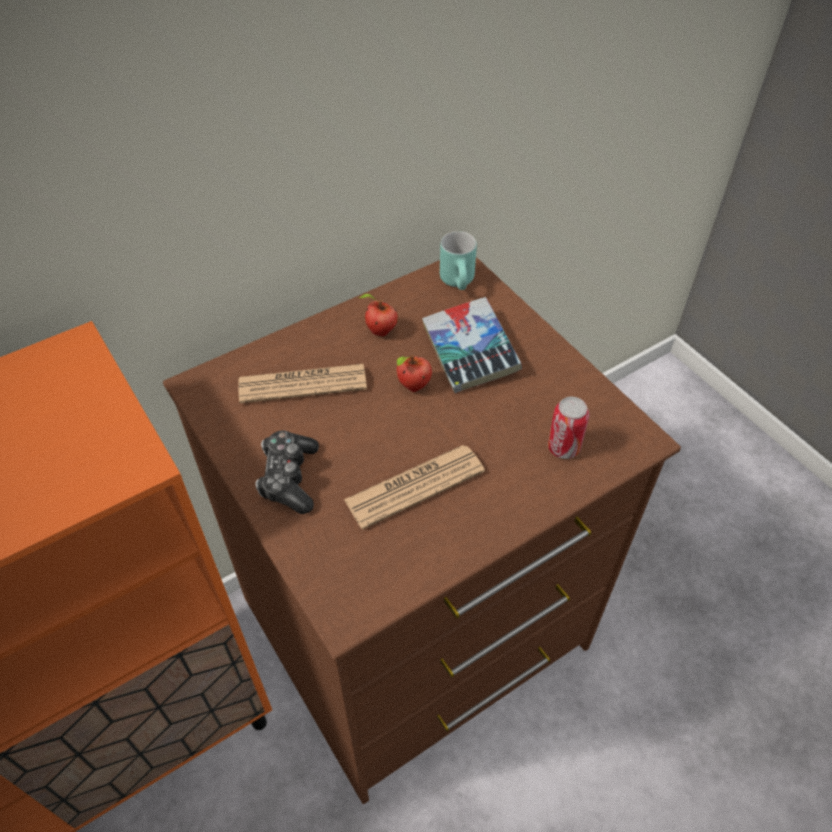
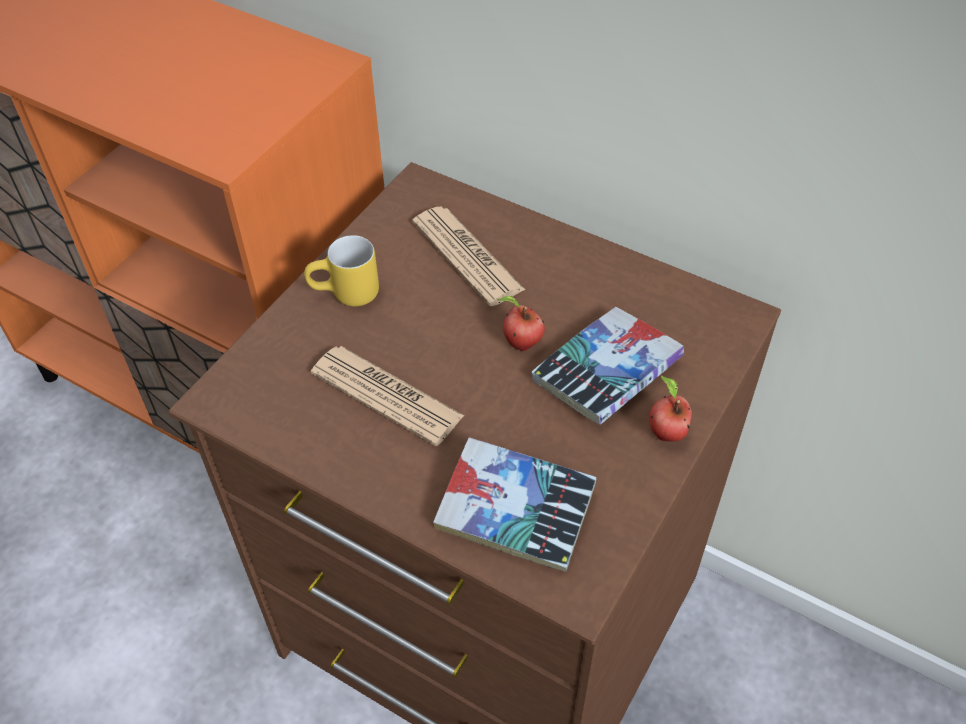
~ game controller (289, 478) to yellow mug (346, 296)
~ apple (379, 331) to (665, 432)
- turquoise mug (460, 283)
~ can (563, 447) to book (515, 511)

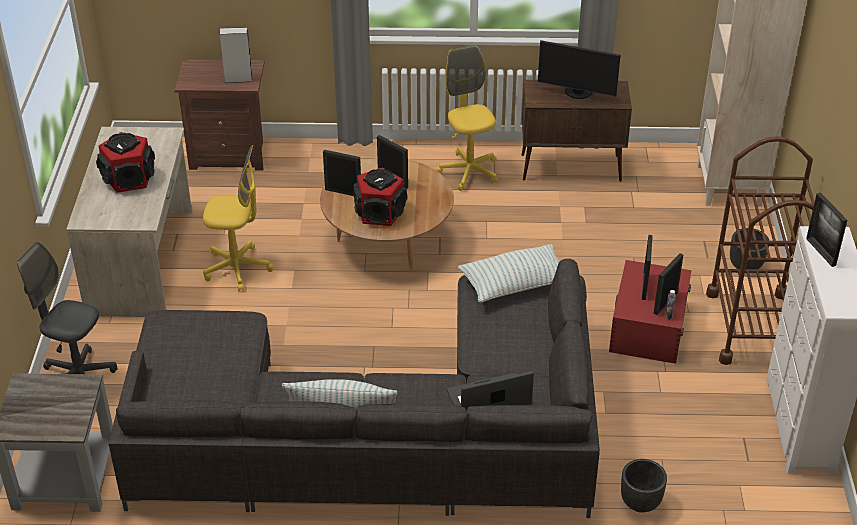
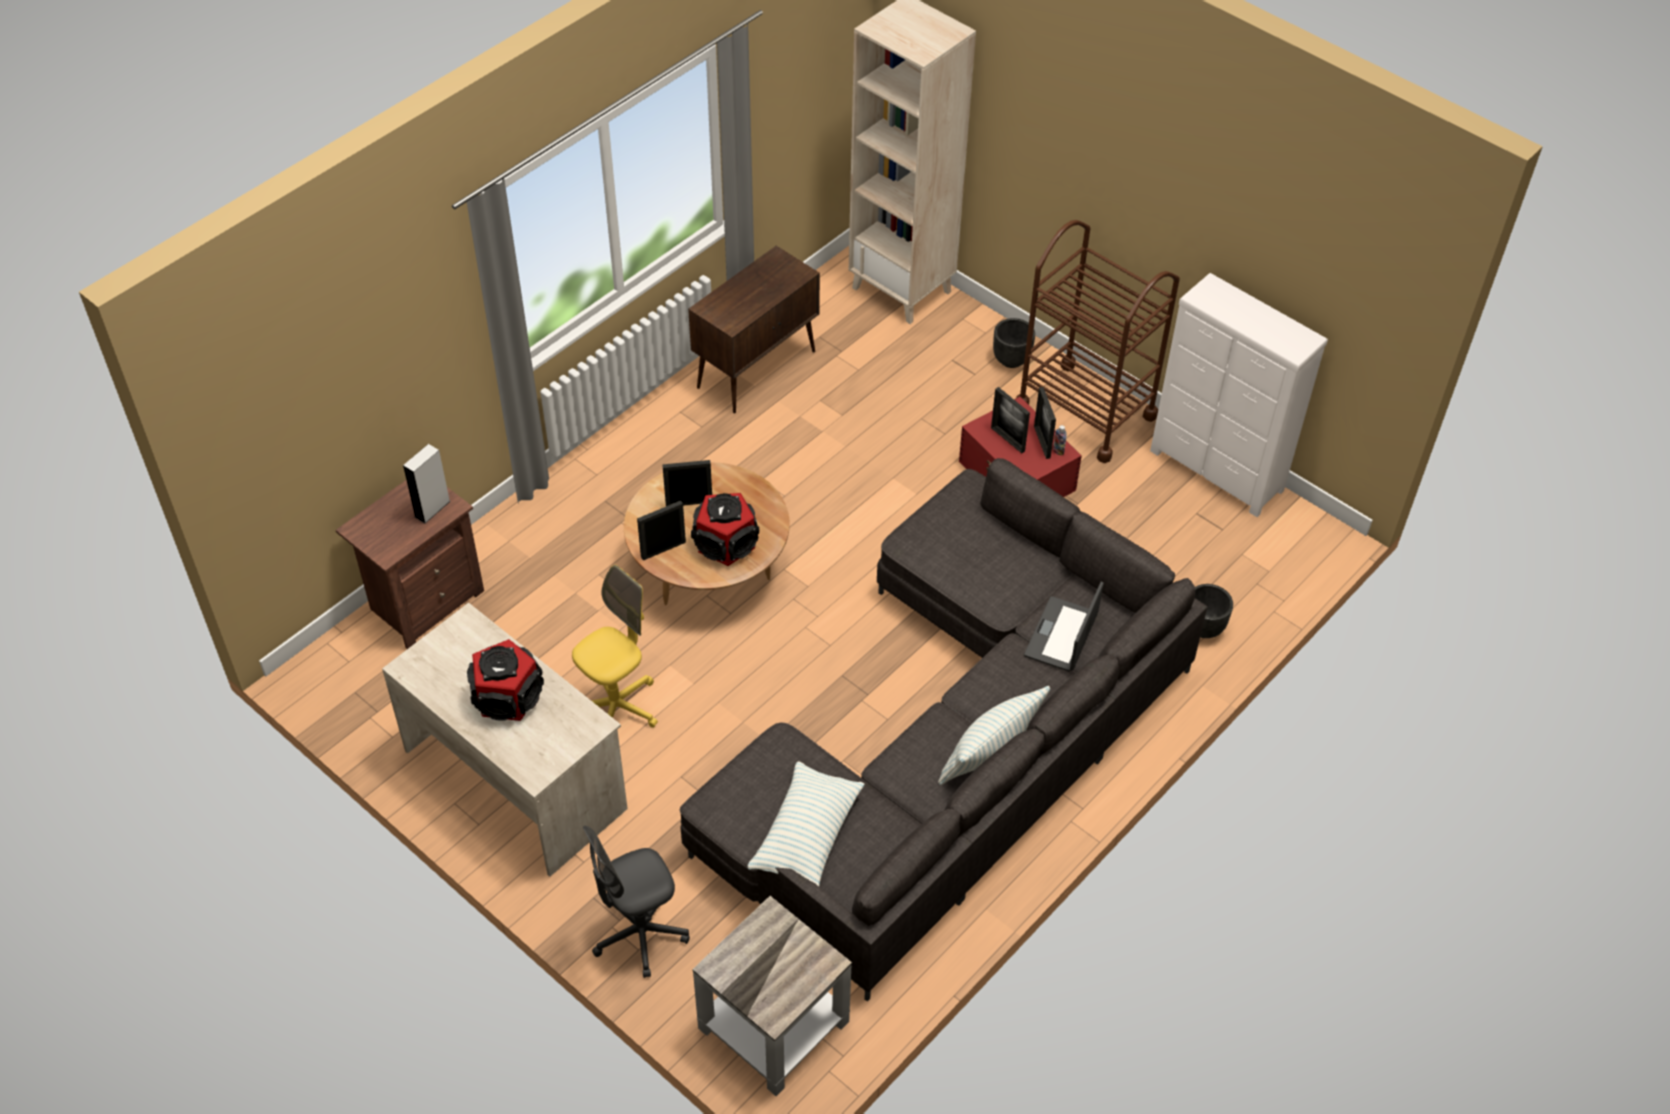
- yellow office chair (469, 172)
~ pillow (515, 284) to (806, 835)
- monitor (577, 93)
- picture frame (820, 252)

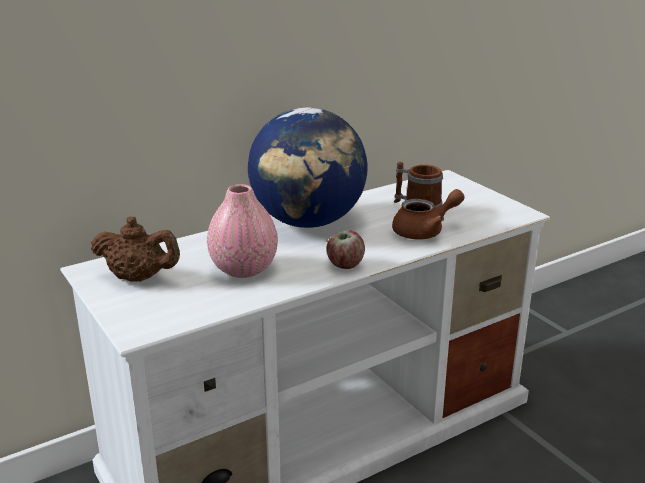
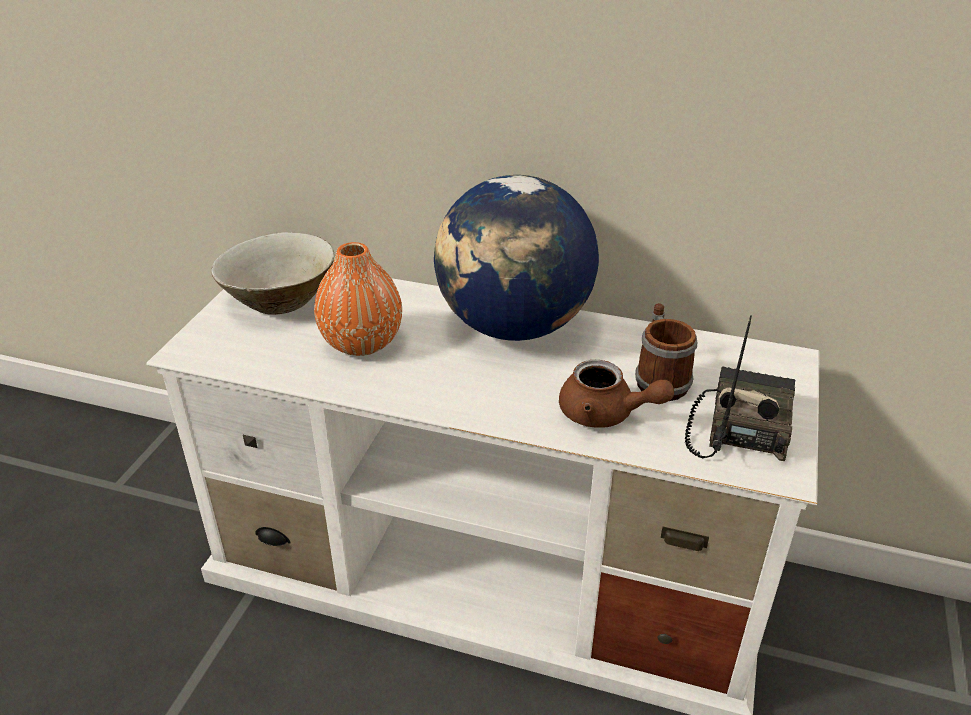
~ brown teapot (139, 278) to beige bowl (279, 300)
~ pink vase (244, 269) to orange vase (362, 342)
- apple (345, 265)
+ radio (739, 426)

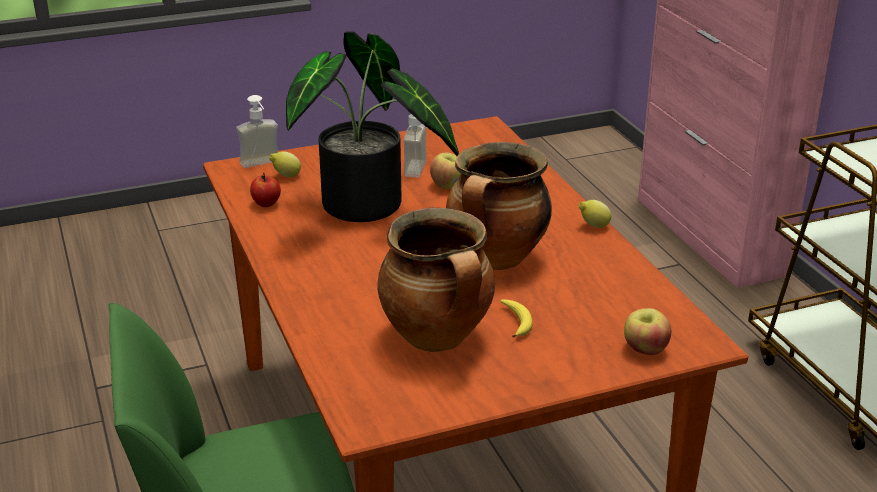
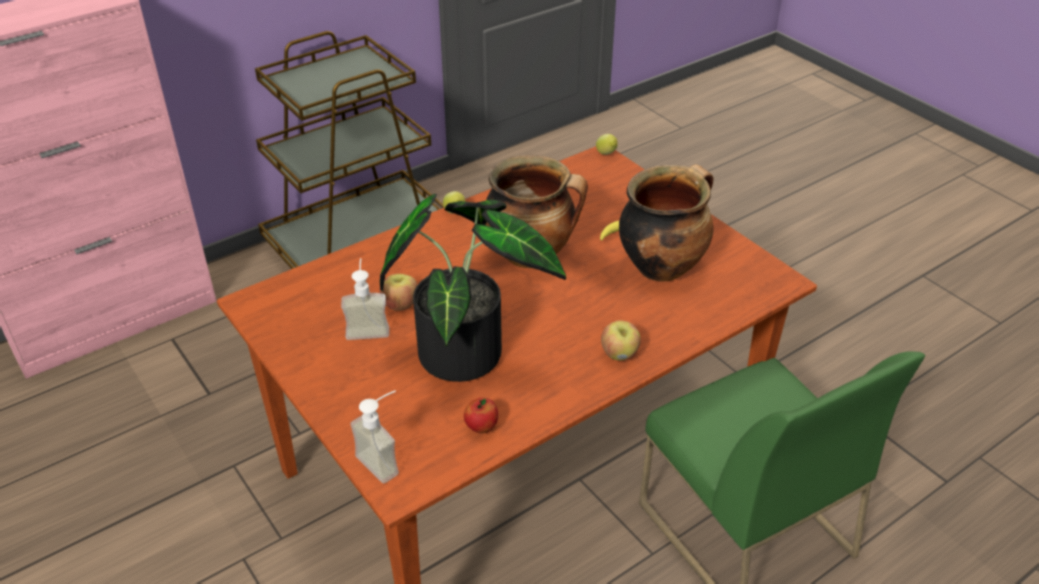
~ lemon (286, 176) to (606, 154)
~ apple (645, 349) to (619, 354)

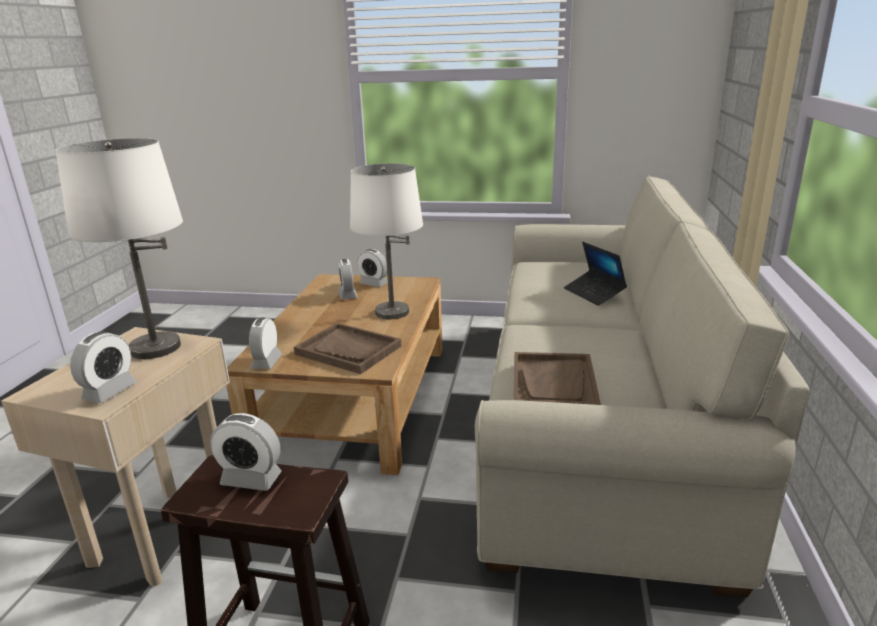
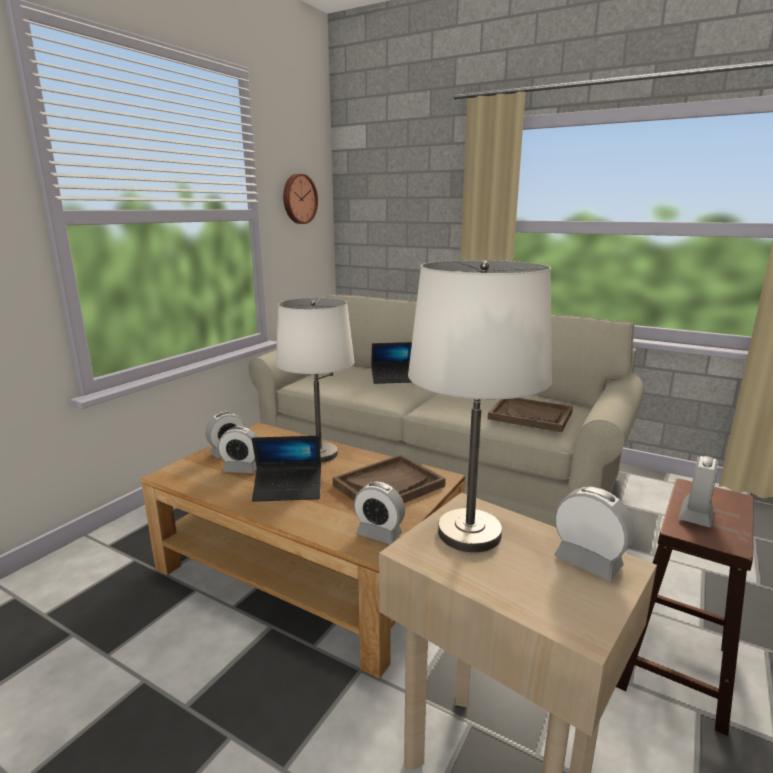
+ laptop (288, 489)
+ wall clock (298, 199)

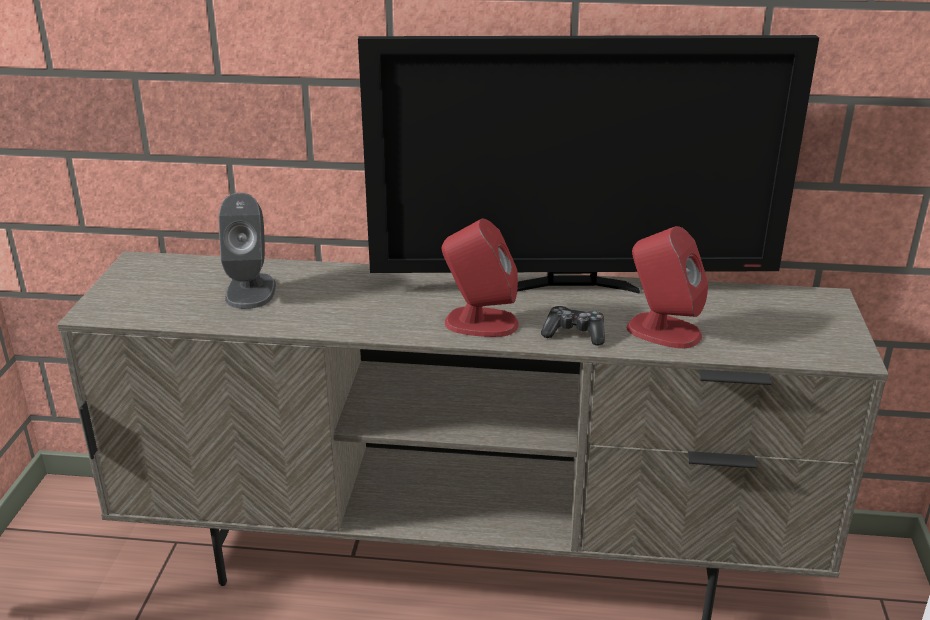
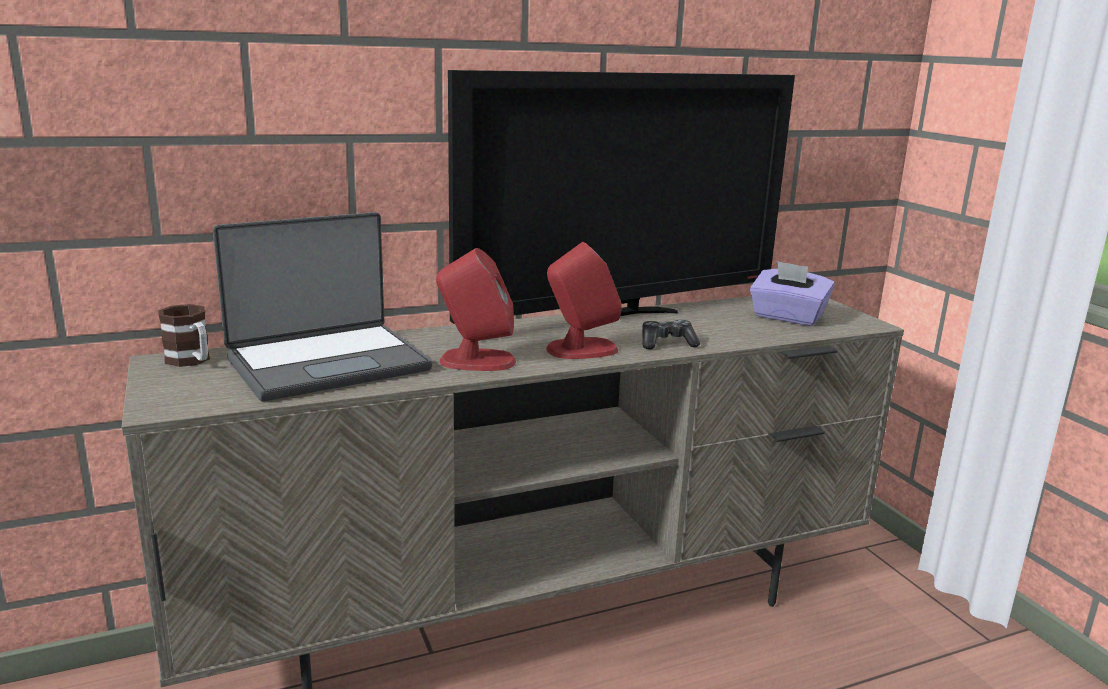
~ grey speaker (250, 291) to laptop (327, 363)
~ red speaker (662, 331) to (476, 361)
+ mug (192, 361)
+ purple tissue box (787, 317)

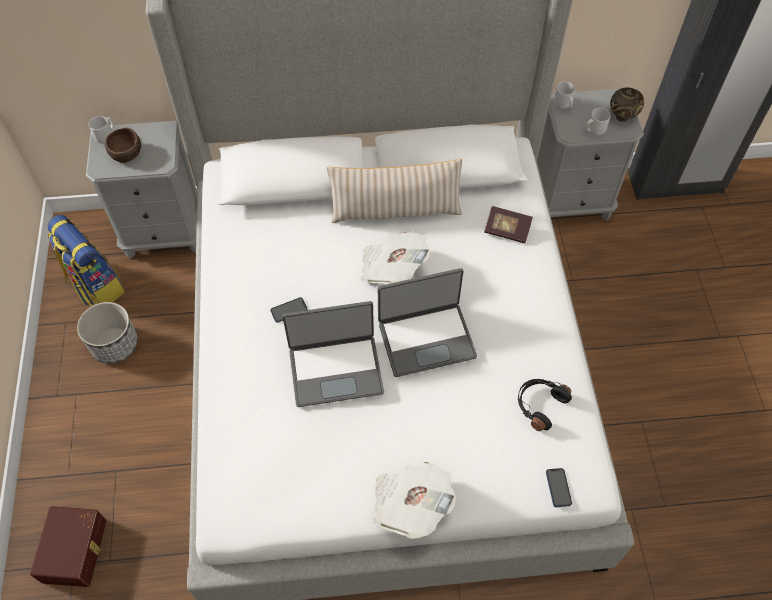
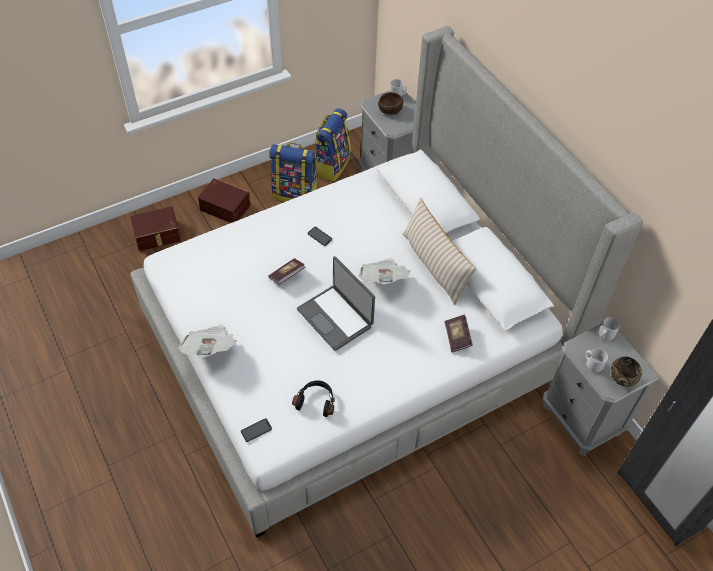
~ planter (115, 344) to backpack (295, 193)
~ laptop (335, 369) to book (287, 276)
+ brown storage box (225, 206)

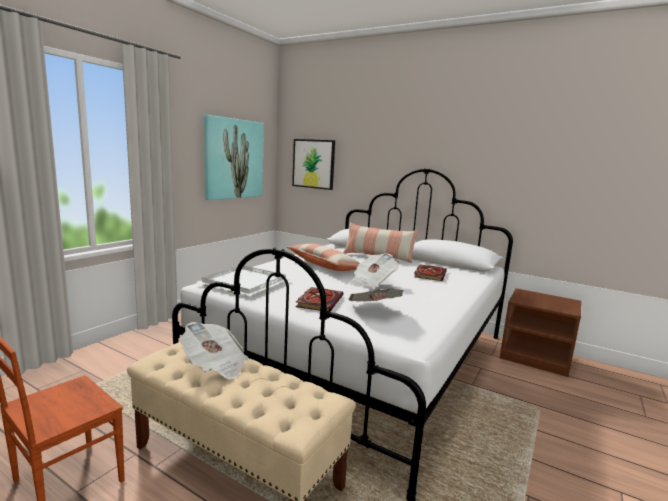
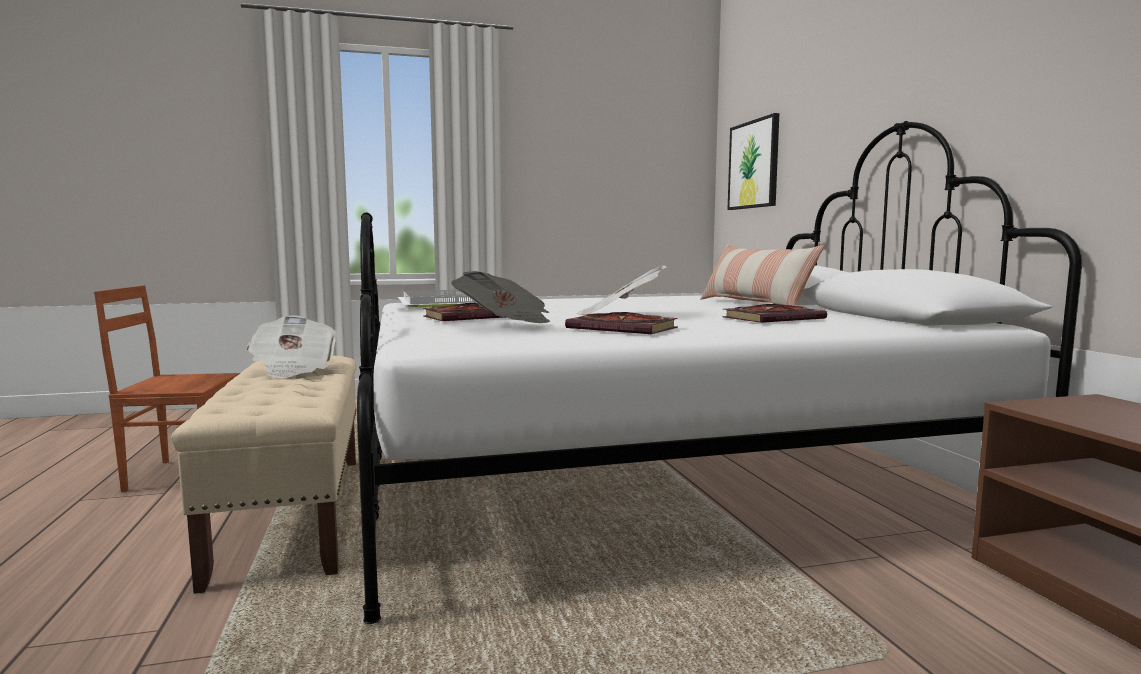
- picture (233, 159)
- pillow (324, 266)
+ book (625, 329)

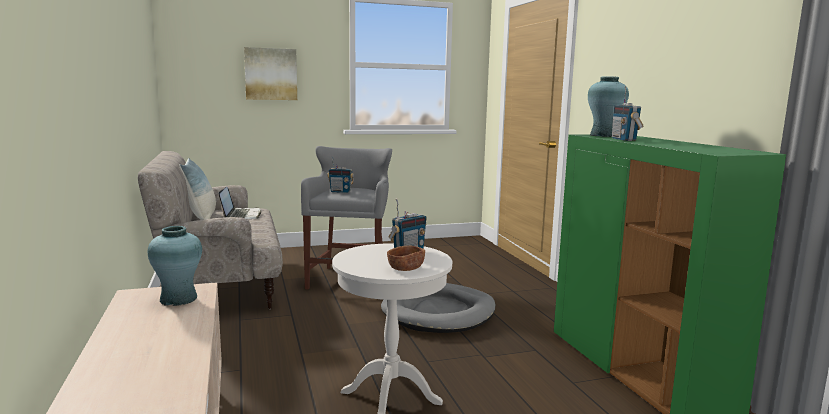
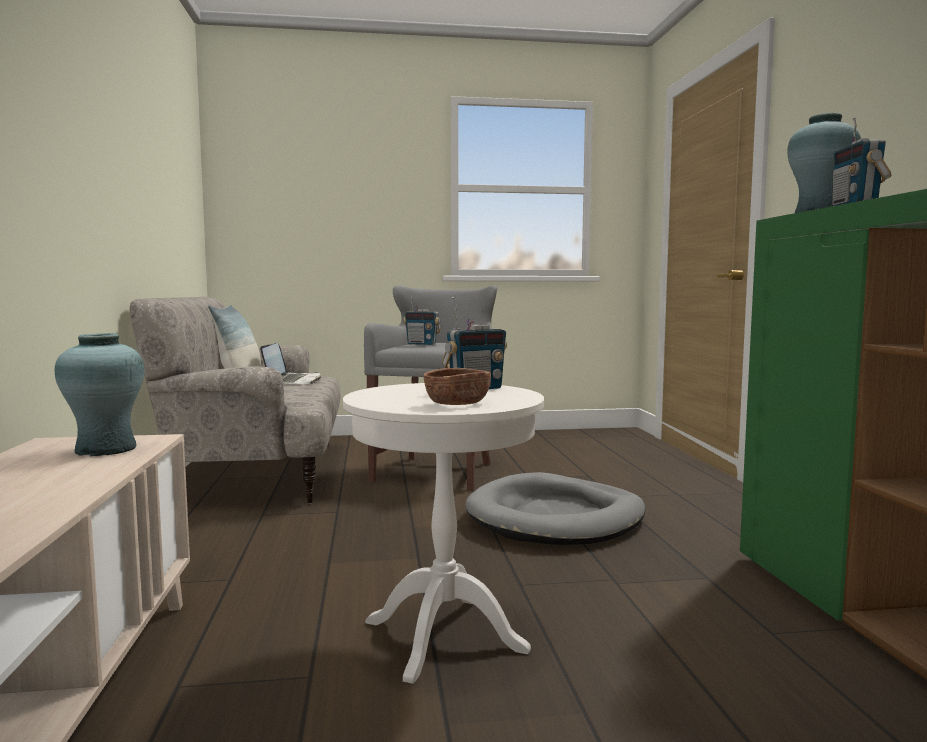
- picture (271, 74)

